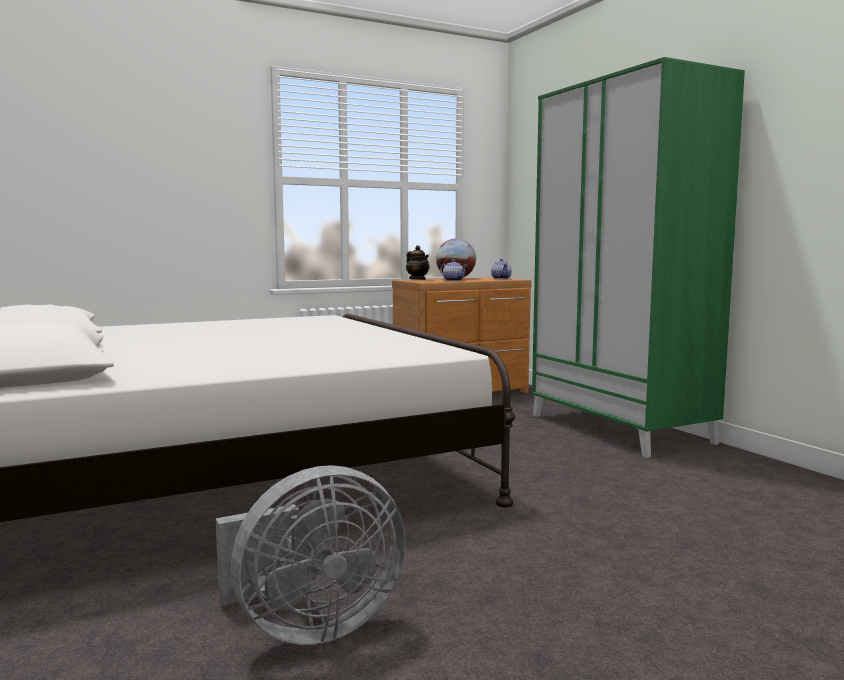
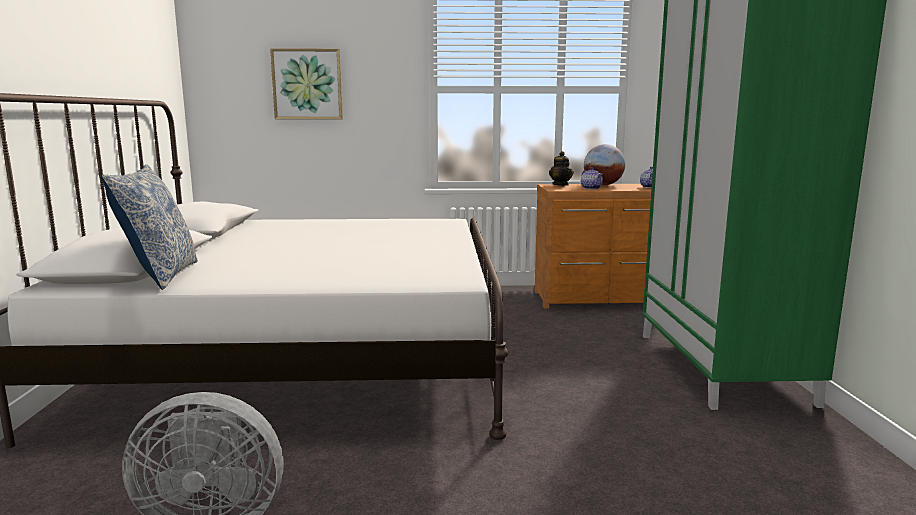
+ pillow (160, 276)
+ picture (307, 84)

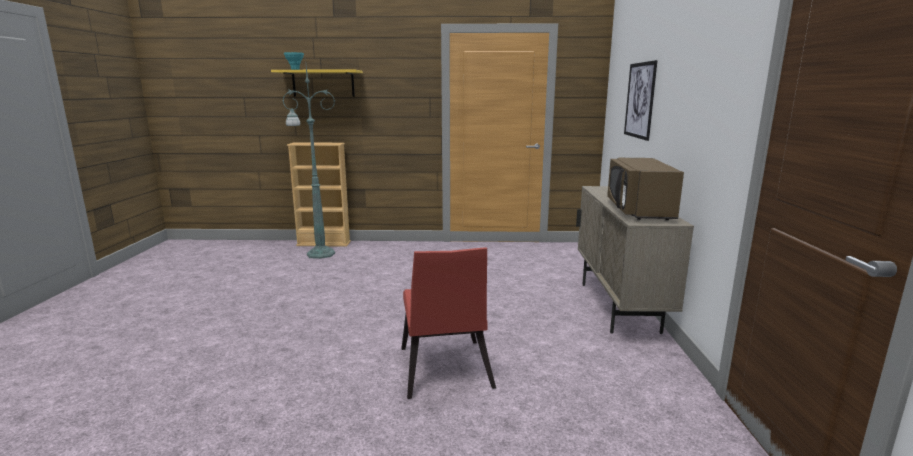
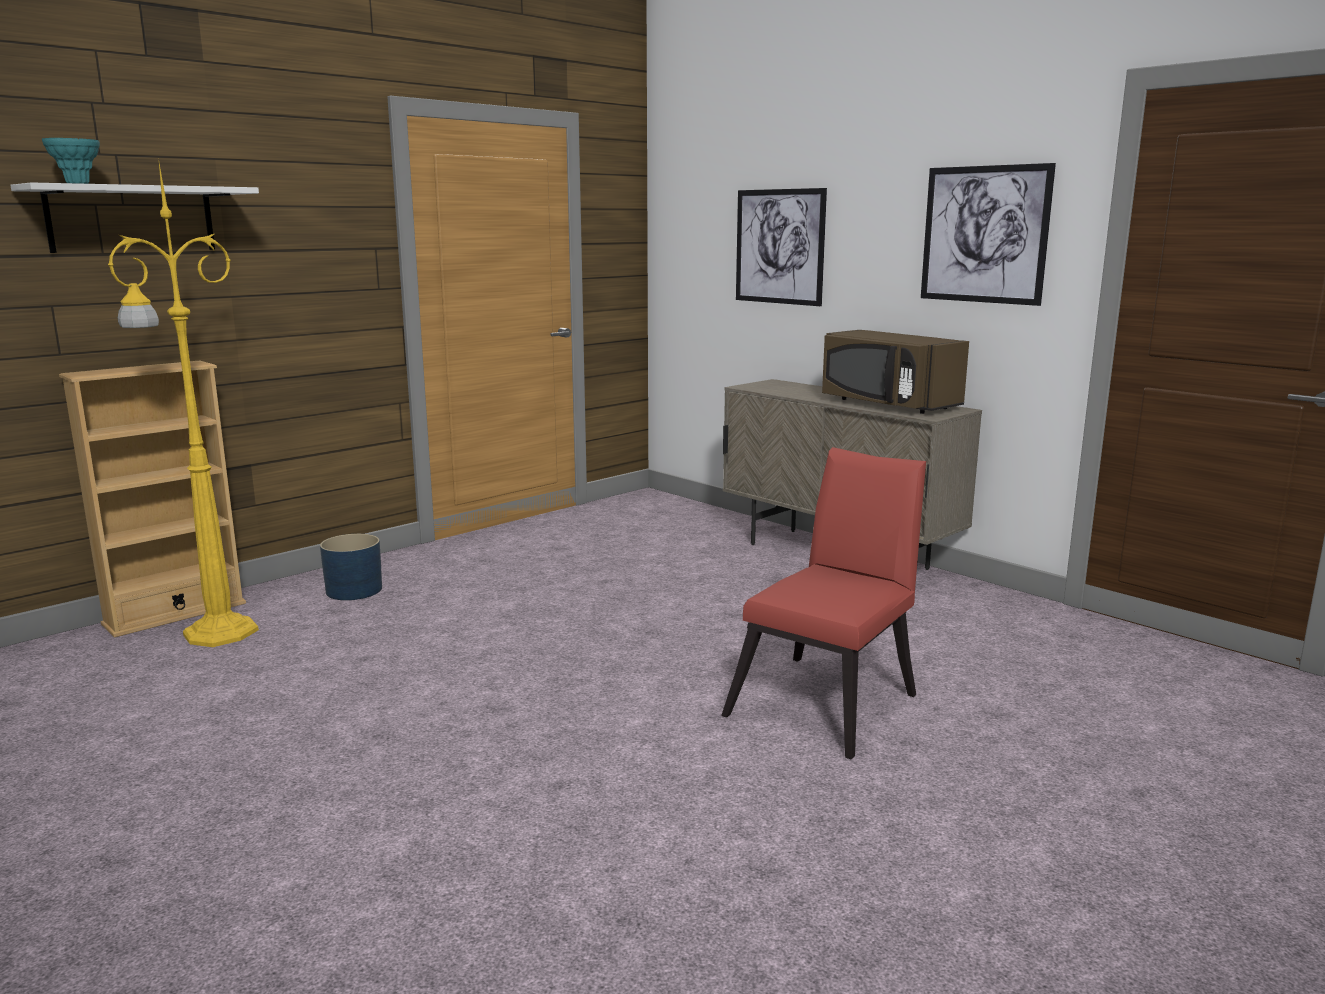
~ yellow shelf (323, 83) to white shelf (131, 219)
~ green floor lamp (319, 254) to yellow floor lamp (217, 634)
~ red chair (444, 372) = (830, 701) 90 degrees counterclockwise
+ blue planter (354, 590)
+ picture (984, 234)

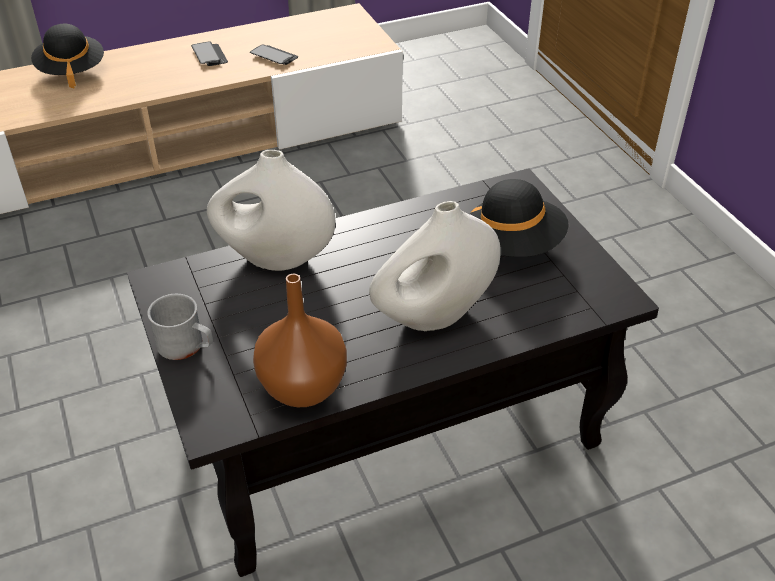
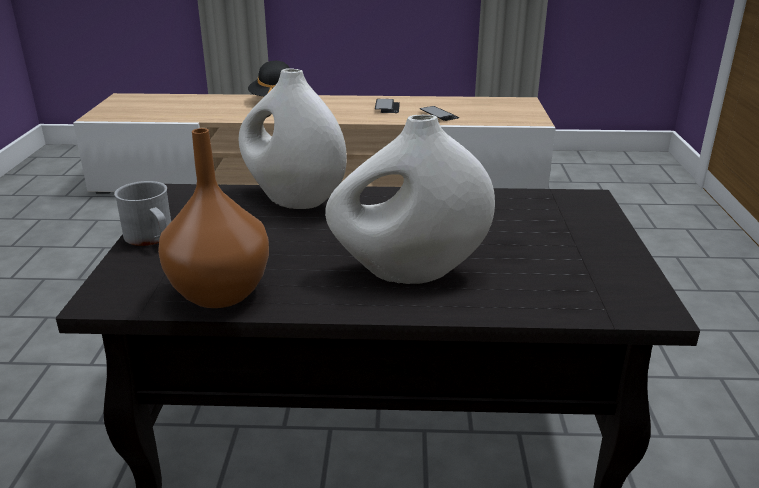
- black hat (514, 245)

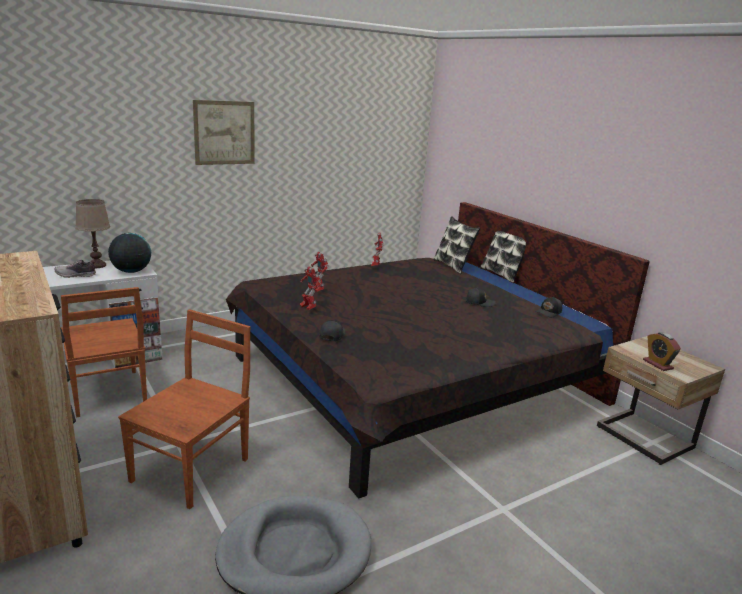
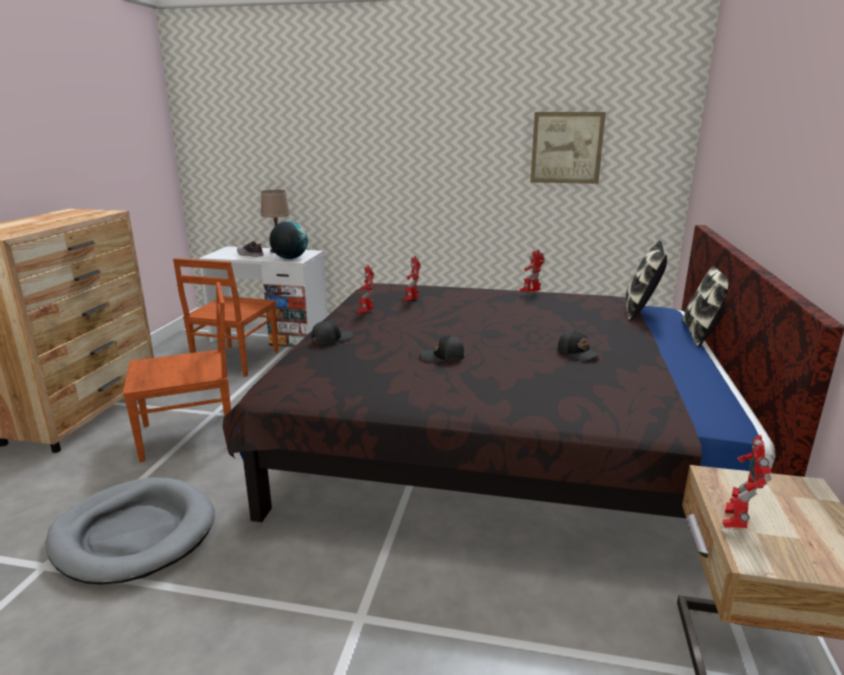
~ picture (224, 133) to (566, 148)
~ black cap (549, 312) to (443, 357)
~ alarm clock (657, 364) to toy robot (736, 522)

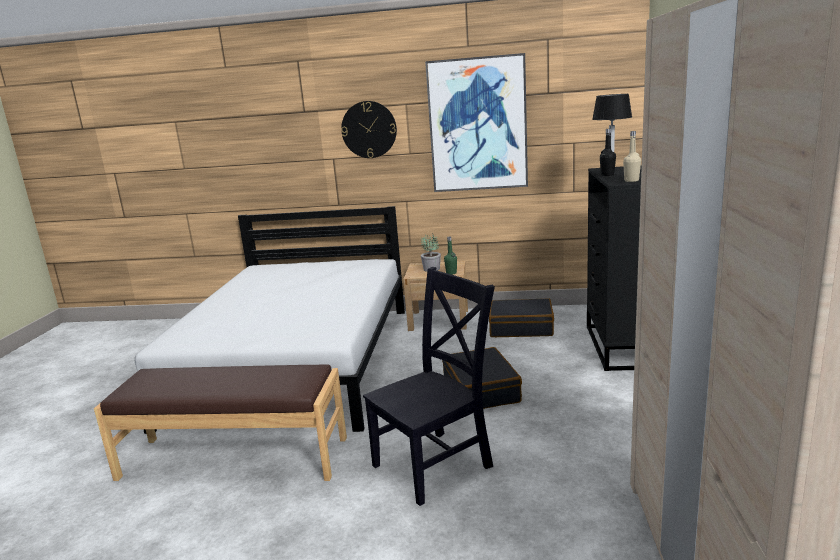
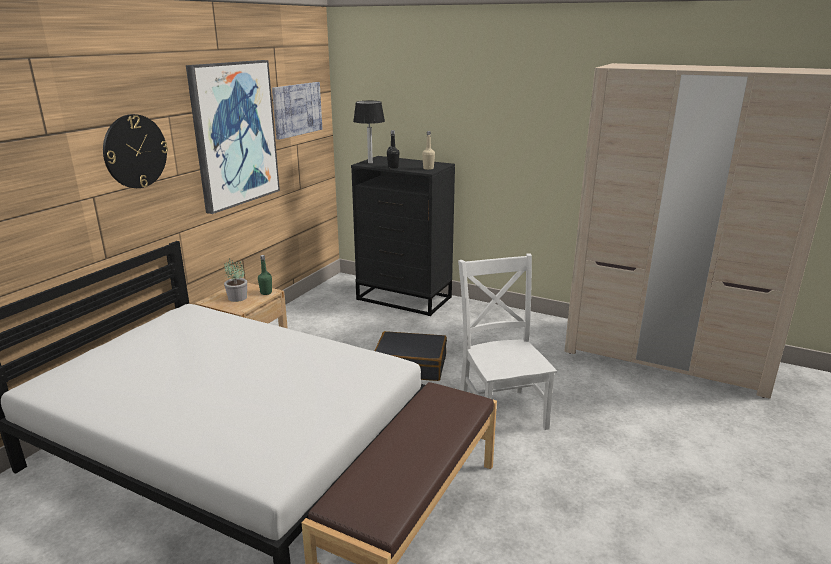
~ black chair (436, 464) to white chair (501, 410)
- black suitcase (521, 327)
+ picture (297, 109)

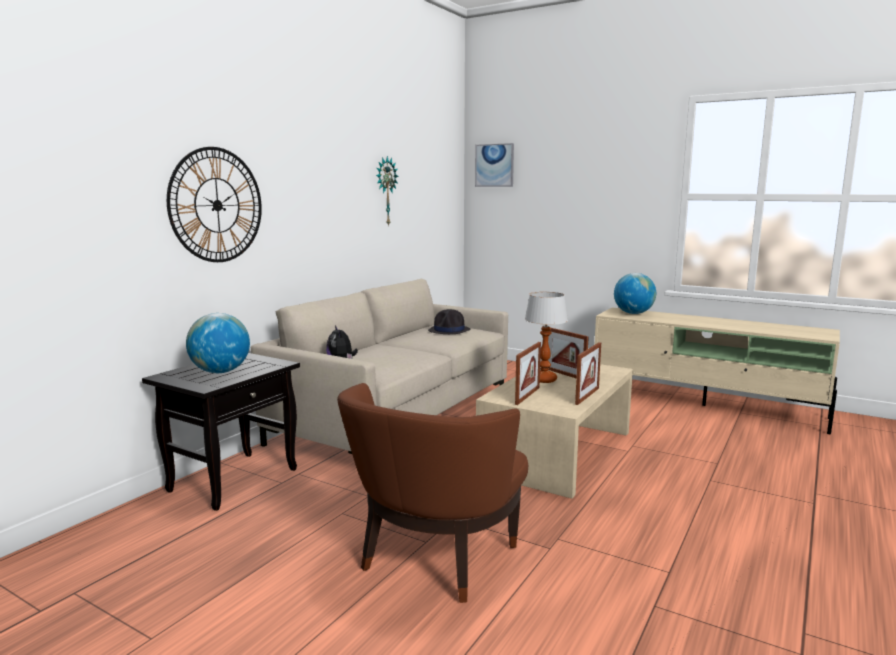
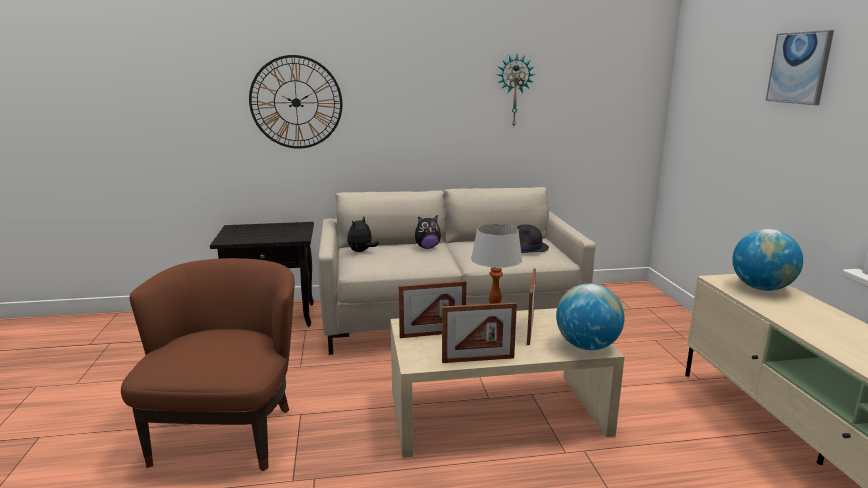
~ globe (220, 372) to (587, 346)
~ brown armchair (435, 559) = (228, 433) 105 degrees clockwise
~ picture (494, 165) to (799, 68)
+ plush toy (427, 247)

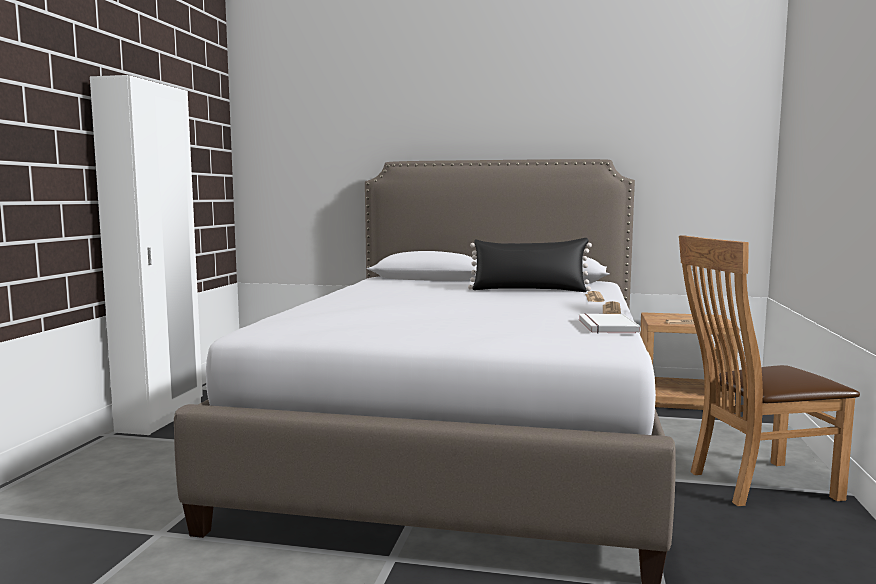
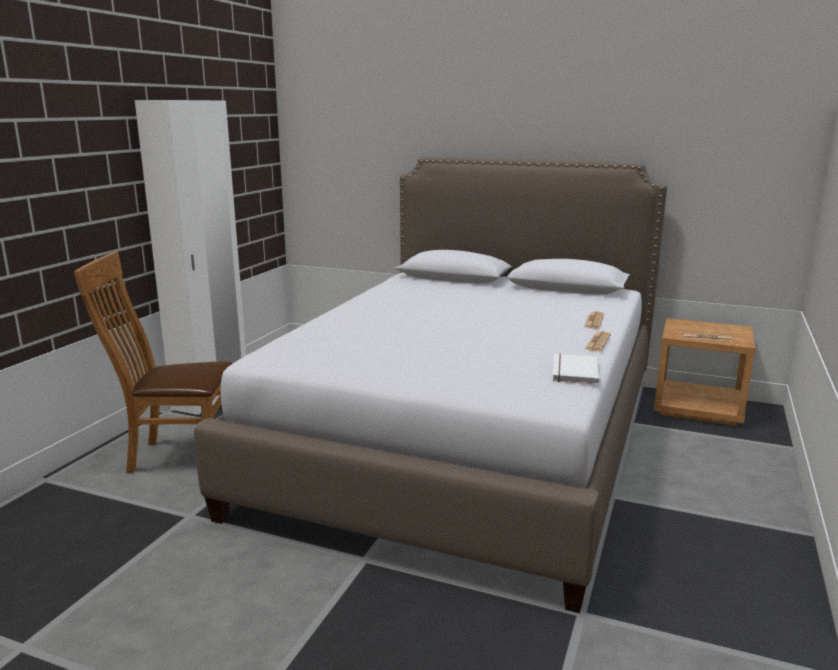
- black pillow (529, 290)
~ brown chair (754, 484) to (176, 456)

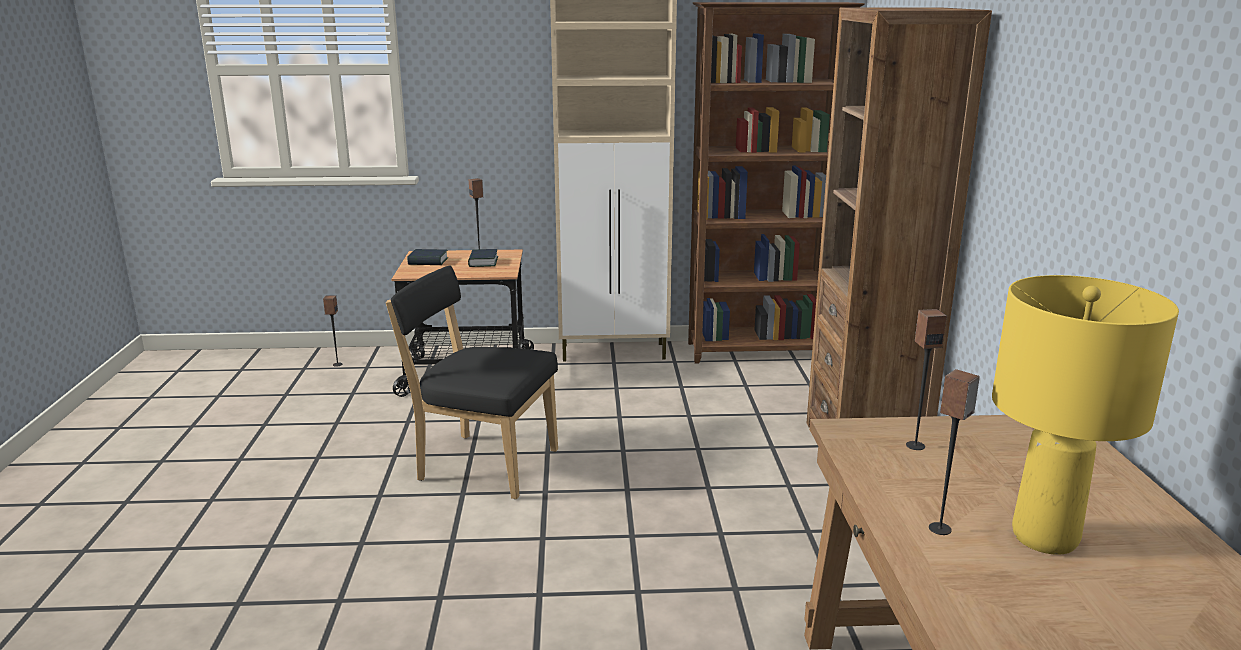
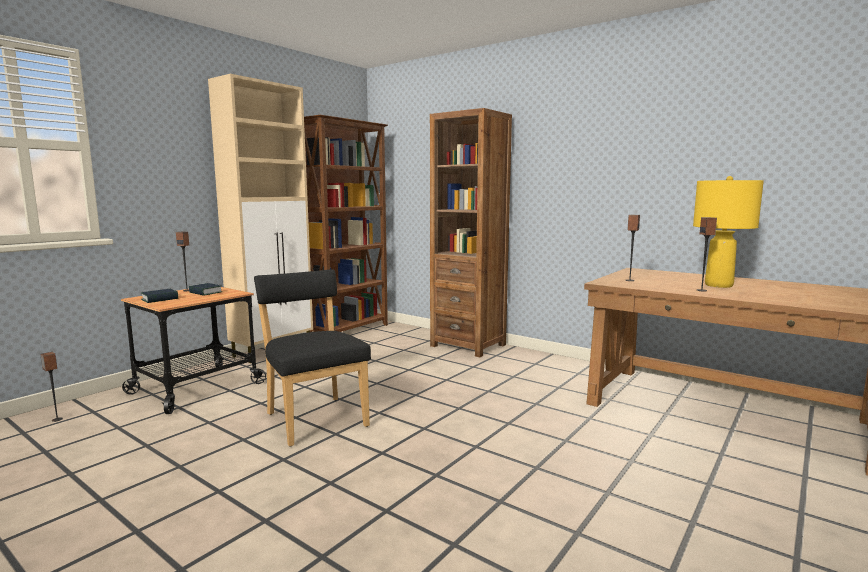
~ black chair (482, 464) = (314, 418) 90 degrees clockwise

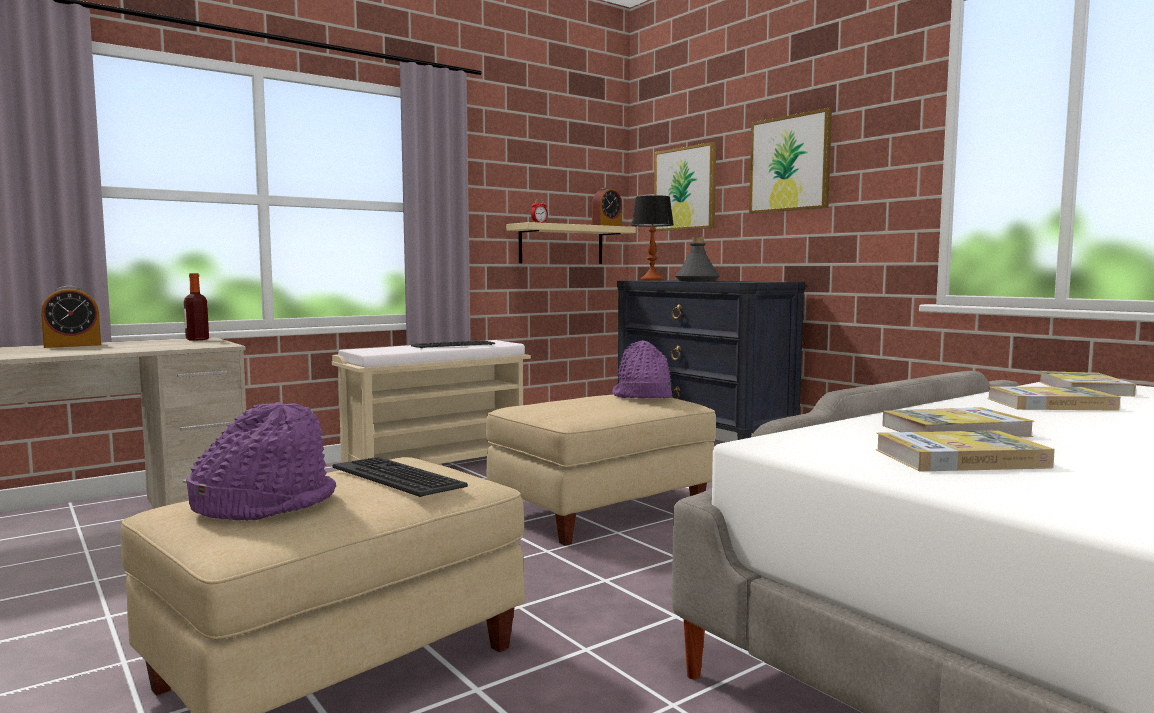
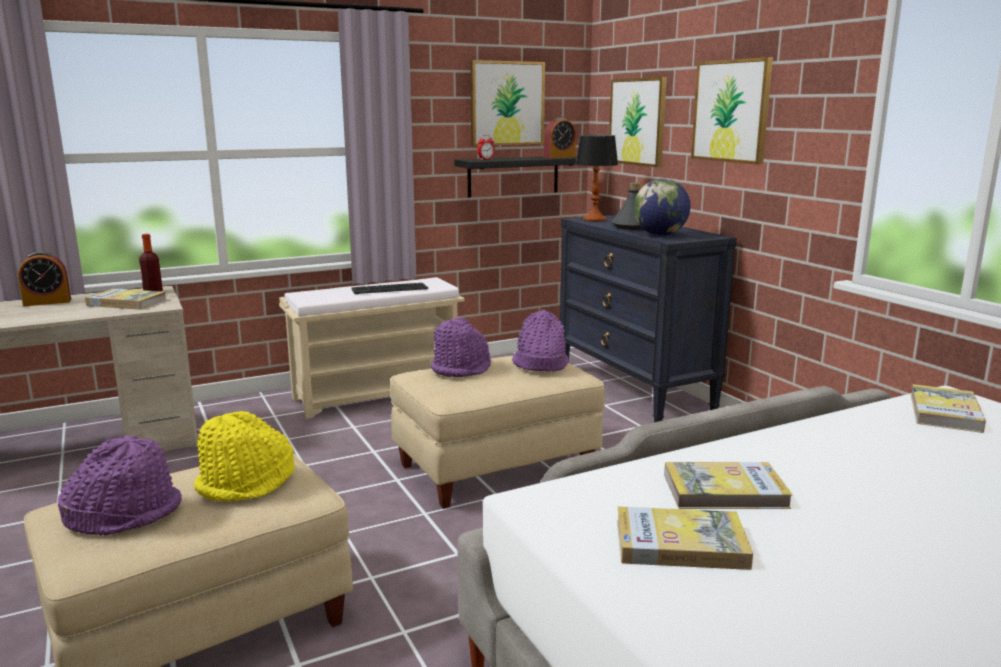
~ keyboard (398, 477) to yellow hat (247, 483)
~ beige shelf (561, 245) to black shelf (513, 176)
~ book (1050, 404) to (126, 302)
+ purple hat (461, 368)
+ picture (507, 103)
+ globe (660, 235)

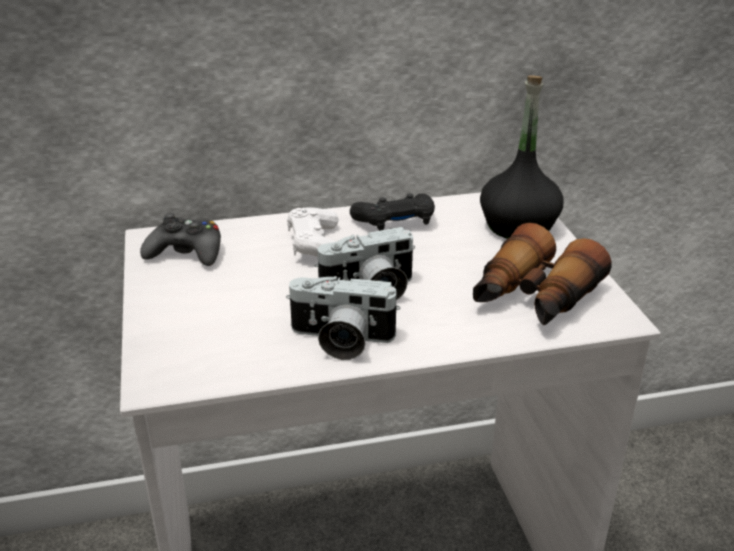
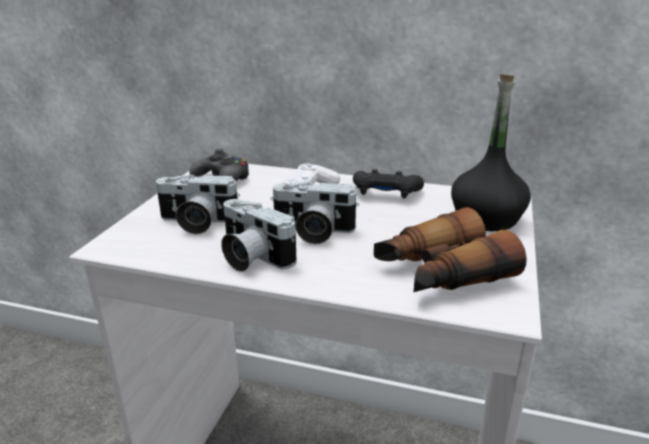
+ photo camera (196, 223)

